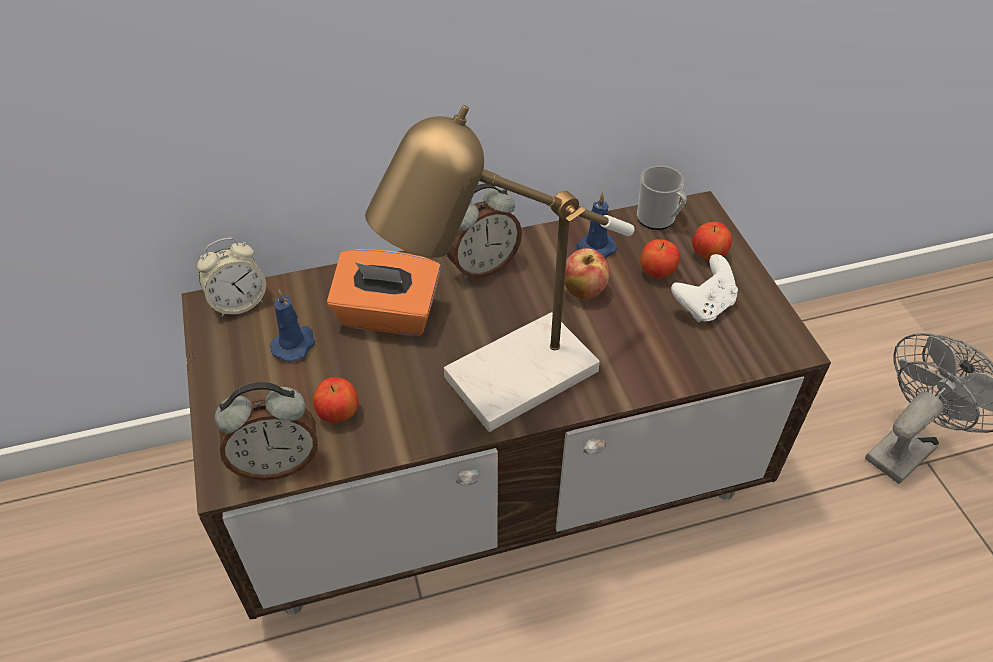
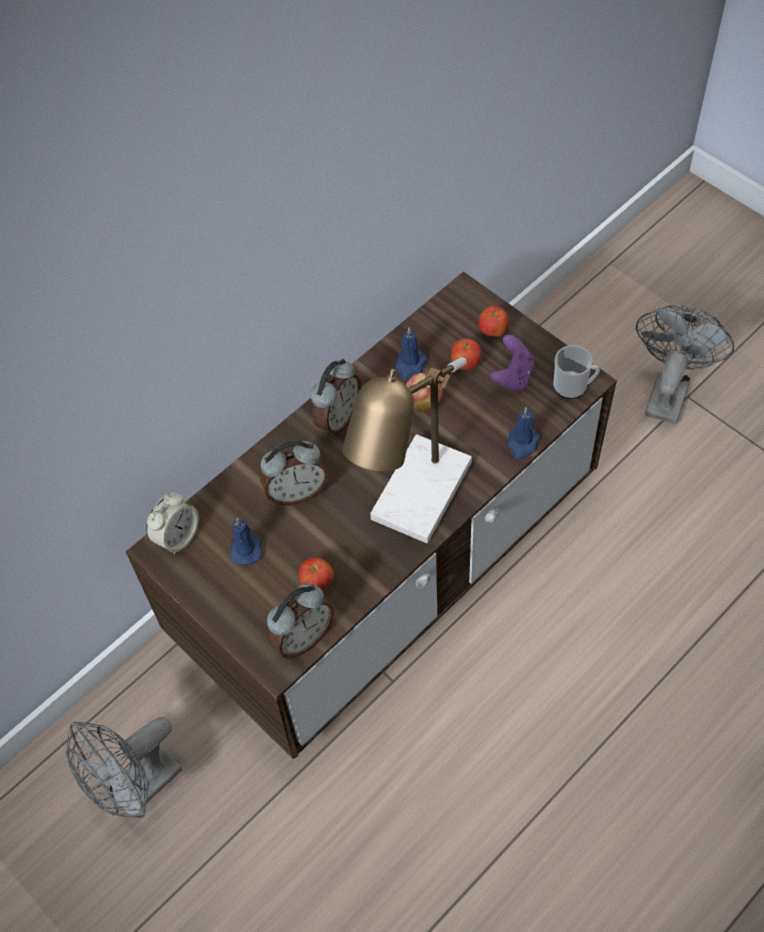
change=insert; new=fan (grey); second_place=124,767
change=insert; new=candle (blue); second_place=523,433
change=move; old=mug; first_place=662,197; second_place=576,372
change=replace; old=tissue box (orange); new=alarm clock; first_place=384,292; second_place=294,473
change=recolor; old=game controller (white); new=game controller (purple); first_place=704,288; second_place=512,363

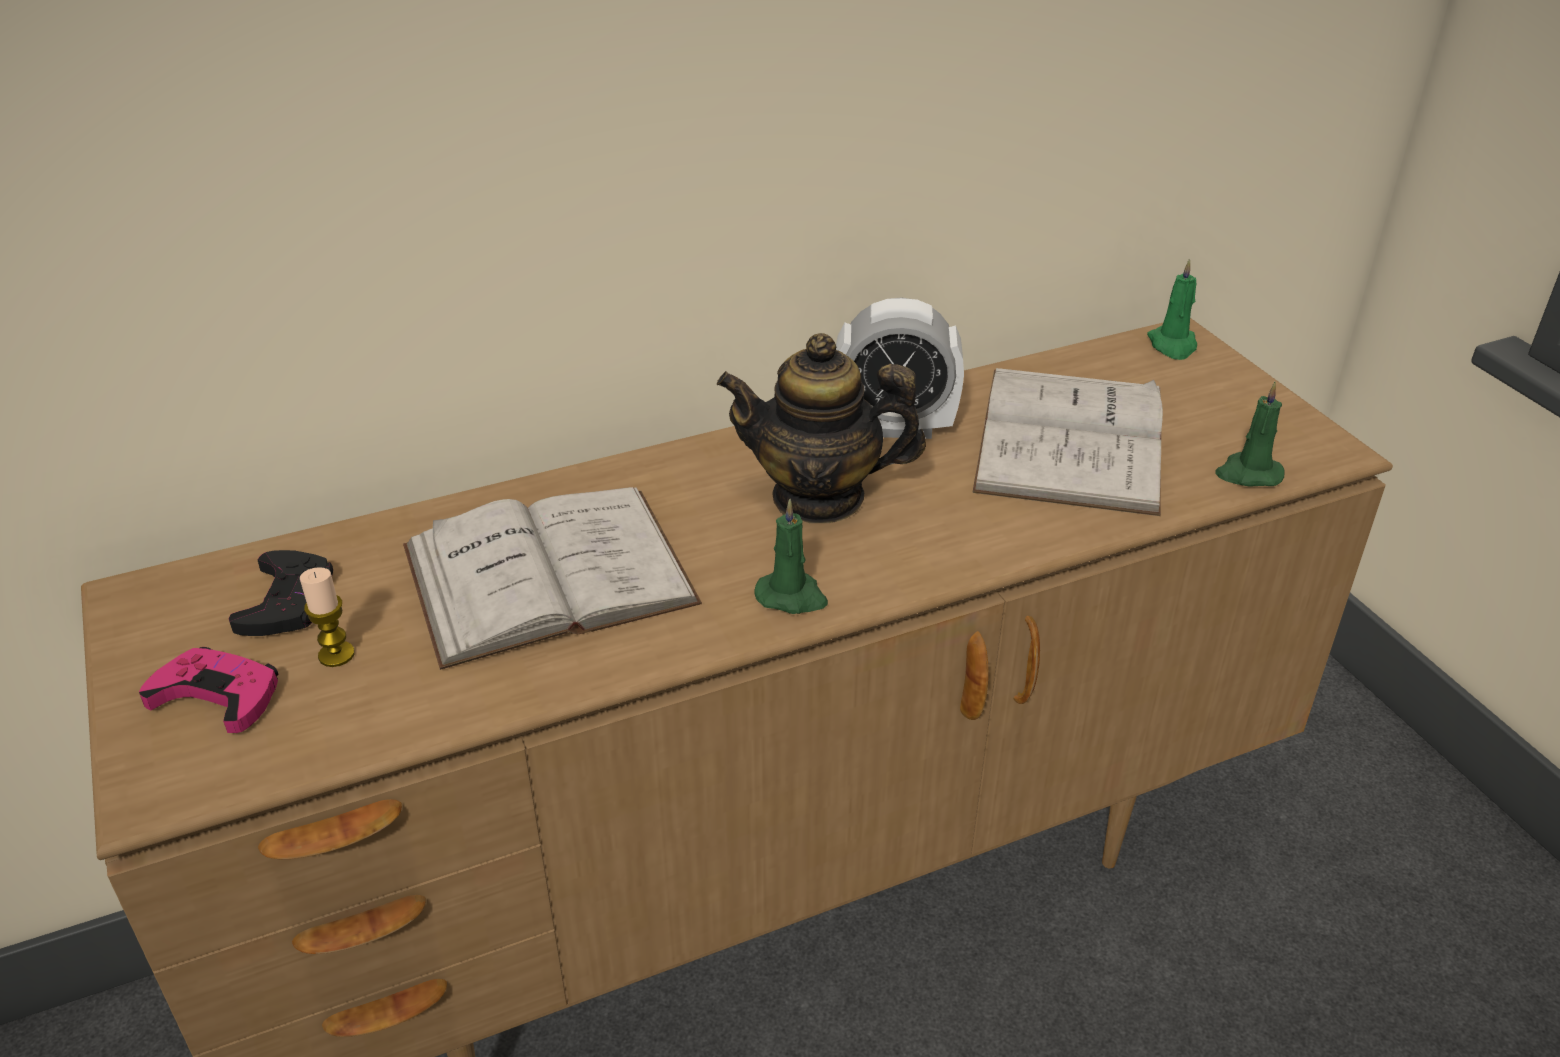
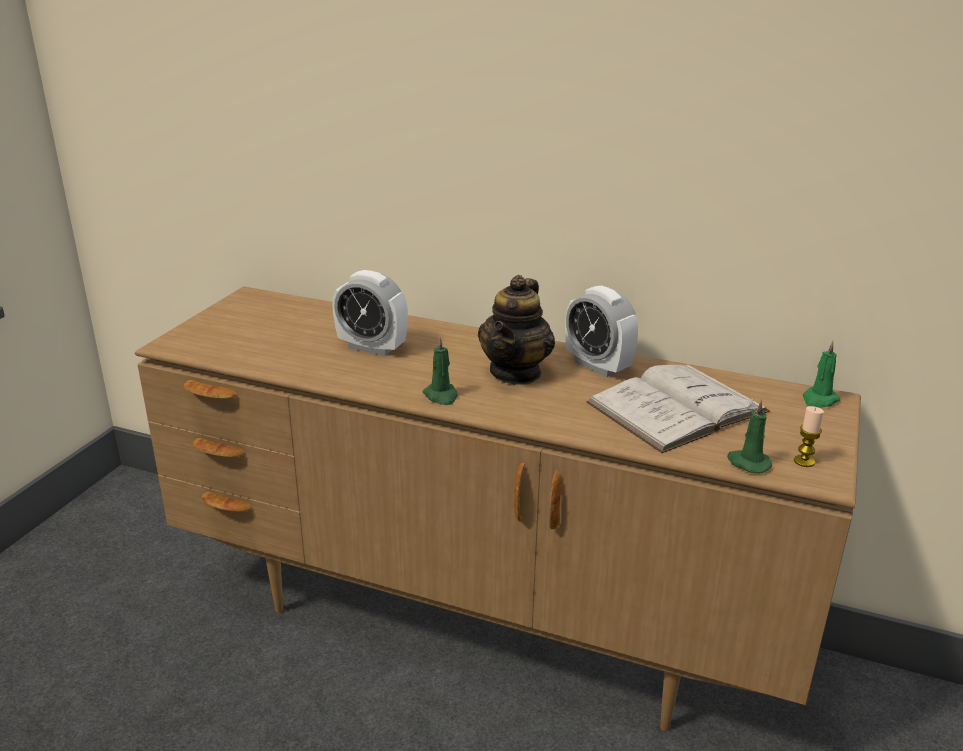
change=delete; old=game controller (pink); first_place=208,690
change=delete; old=game controller (black); first_place=281,593
change=move; old=candle; first_place=327,617; second_place=809,436
change=replace; old=book (white); new=alarm clock; first_place=552,578; second_place=370,313
change=rotate; old=teapot; first_place=821,428; second_place=516,330; degrees=-120

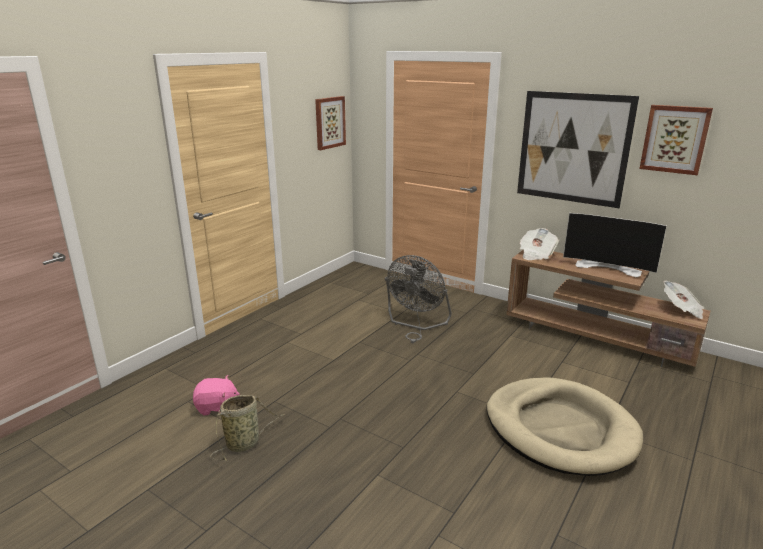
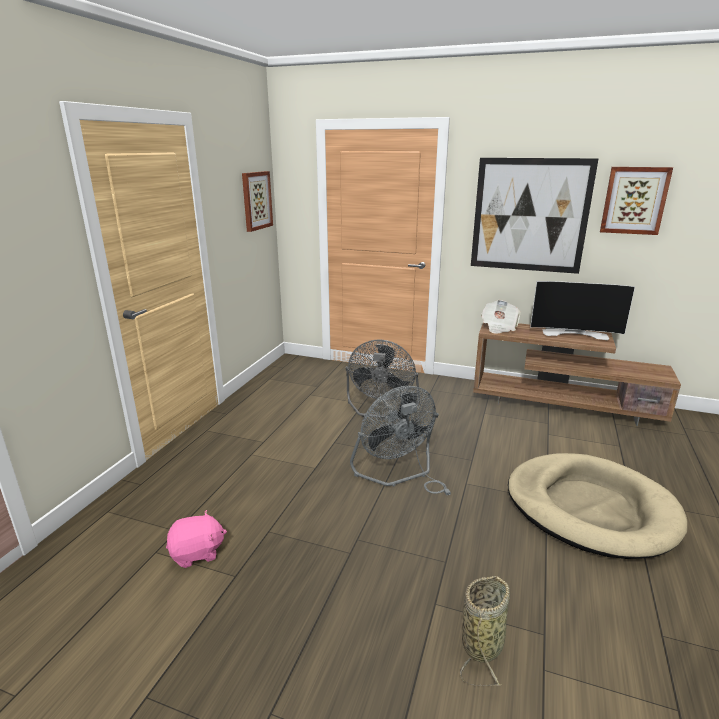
change=delete; old=newspaper; first_place=684,299
change=insert; new=fan (grey); second_place=400,440
change=move; old=basket; first_place=247,428; second_place=485,631

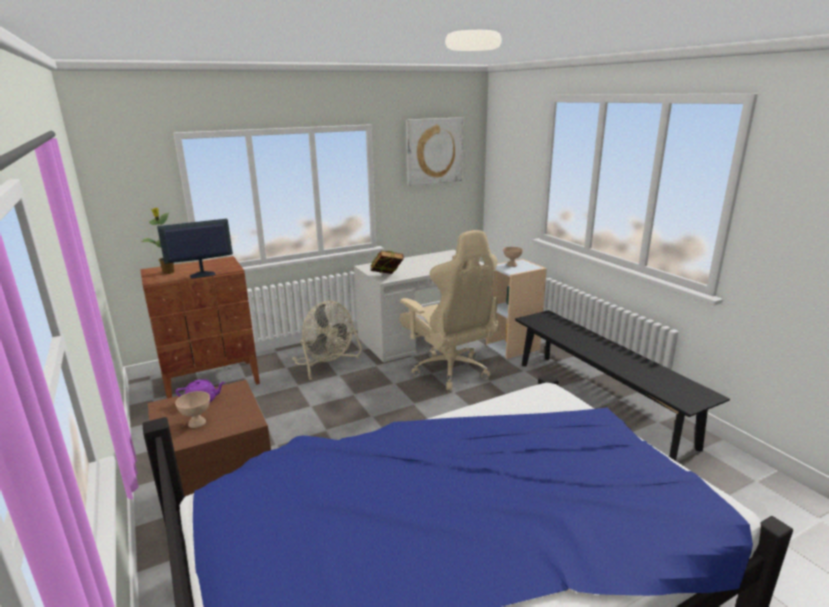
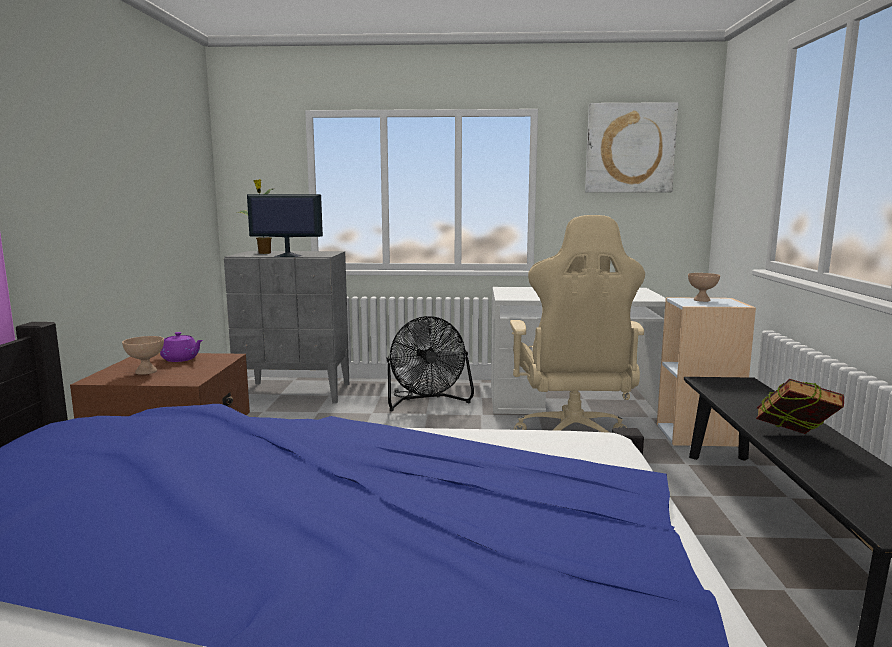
change=move; old=book; first_place=387,262; second_place=800,406
change=recolor; old=dresser (brown); new=dresser (grey); first_place=200,327; second_place=286,327
change=recolor; old=fan (beige); new=fan (black); first_place=327,340; second_place=430,363

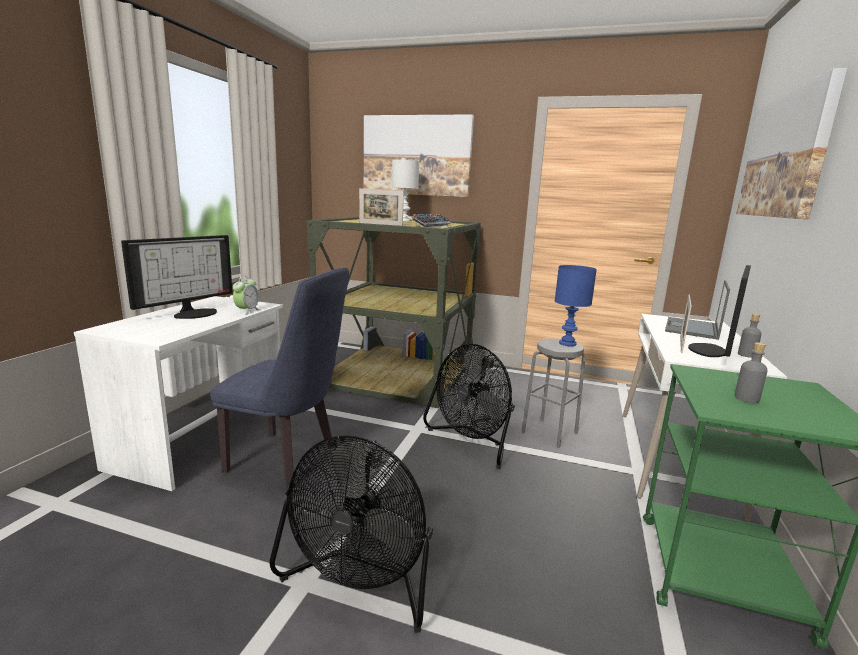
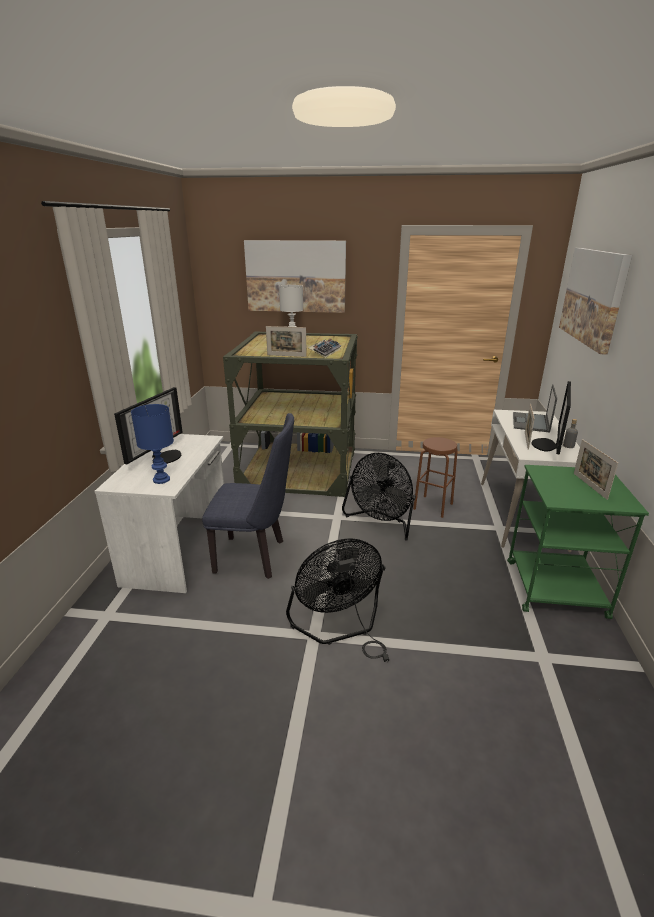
change=delete; old=alarm clock; first_place=246,295
change=delete; old=bottle (grey); first_place=751,372
change=insert; new=picture frame; second_place=596,469
change=move; old=table lamp (blue); first_place=576,305; second_place=152,444
change=recolor; old=stool (grey); new=stool (brown); first_place=553,393; second_place=435,477
change=rotate; old=fan (black); first_place=351,534; second_place=337,600; degrees=150

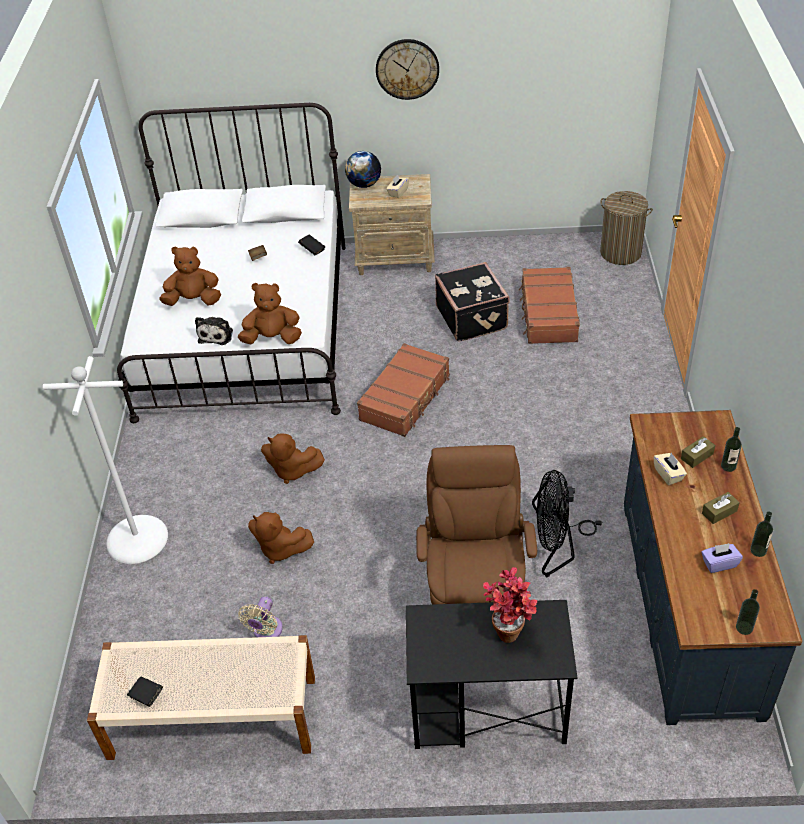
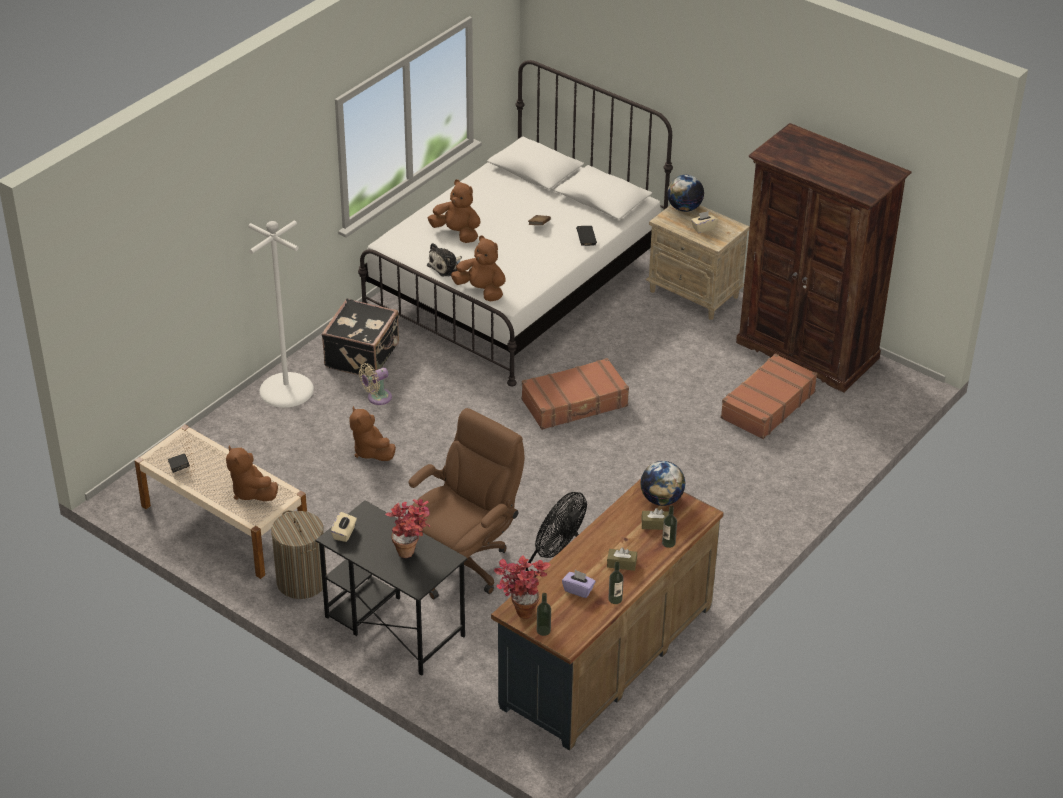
change=delete; old=wall clock; first_place=407,69
change=insert; new=potted plant; second_place=522,587
change=insert; new=globe; second_place=662,483
change=insert; new=wardrobe (brown); second_place=824,258
change=move; old=fan (beige); first_place=260,616; second_place=375,384
change=move; old=plush toy (brown); first_place=293,458; second_place=252,473
change=move; old=suitcase (black); first_place=472,302; second_place=360,337
change=move; old=laundry basket; first_place=626,228; second_place=299,554
change=move; old=tissue box (beige); first_place=670,468; second_place=344,527

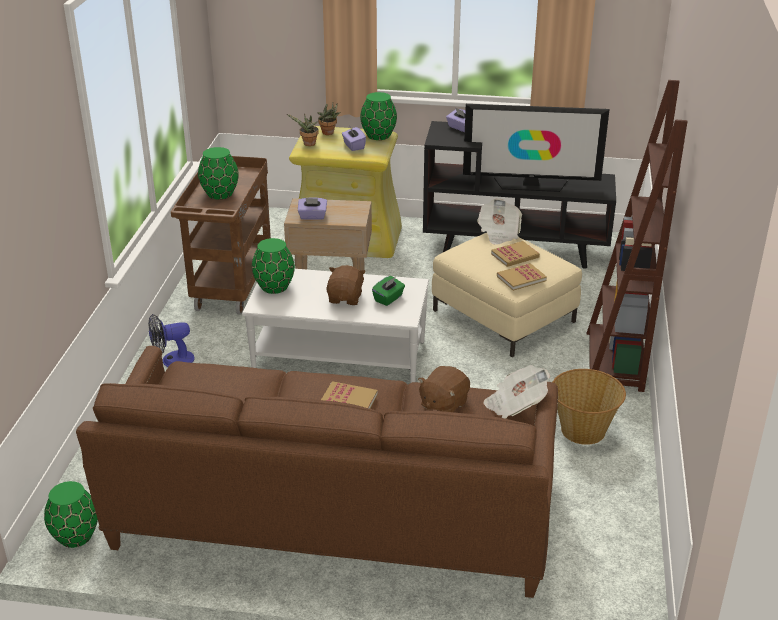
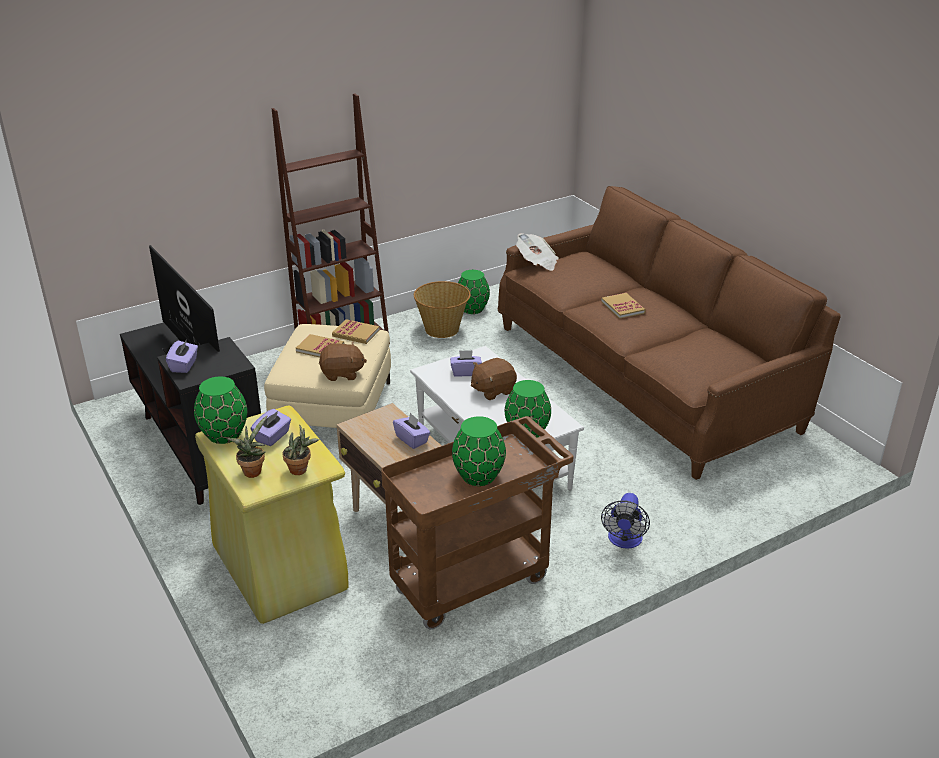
change=delete; old=newspaper; first_place=499,222
change=move; old=vase (green); first_place=71,514; second_place=474,292
change=move; old=plush toy (brown); first_place=444,389; second_place=343,361
change=recolor; old=tissue box (green); new=tissue box (purple); first_place=388,291; second_place=466,363
change=rotate; old=fan; first_place=171,340; second_place=625,521; degrees=75

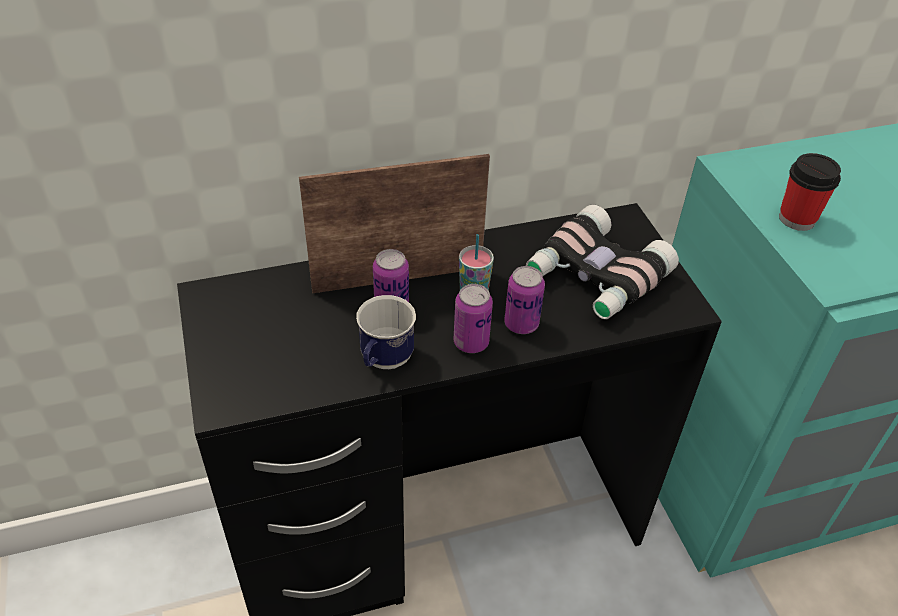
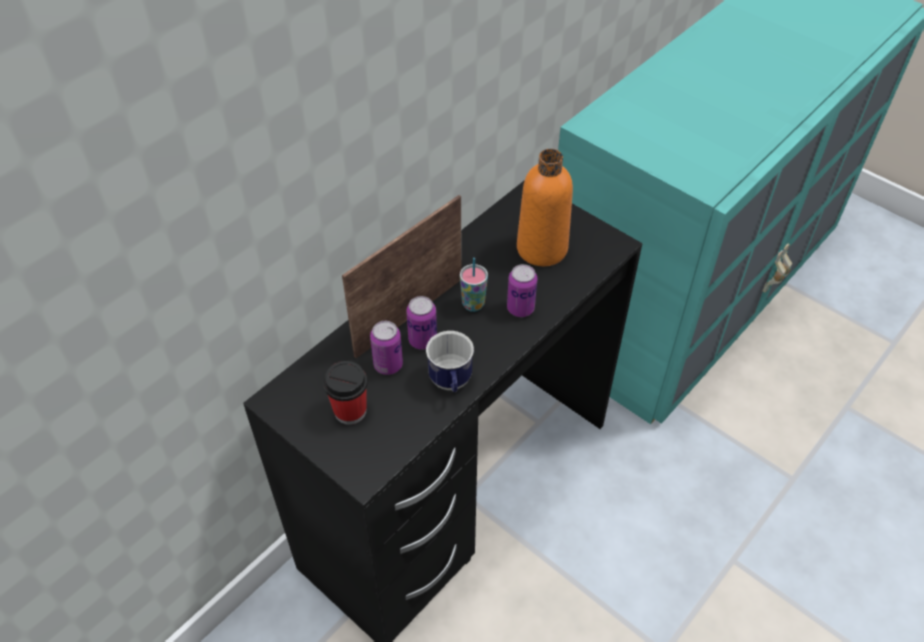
change=move; old=can; first_place=473,318; second_place=386,348
change=move; old=cup; first_place=810,192; second_place=346,393
change=replace; old=binoculars; new=bottle (orange); first_place=602,262; second_place=545,207

